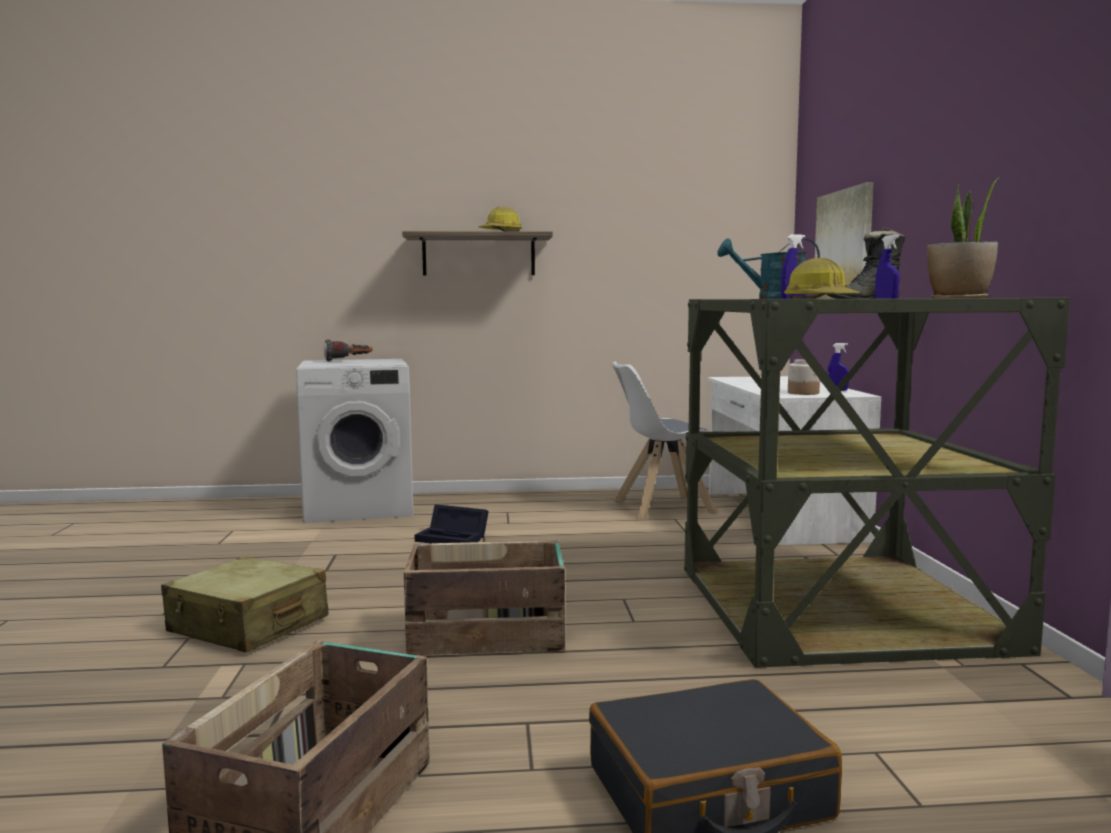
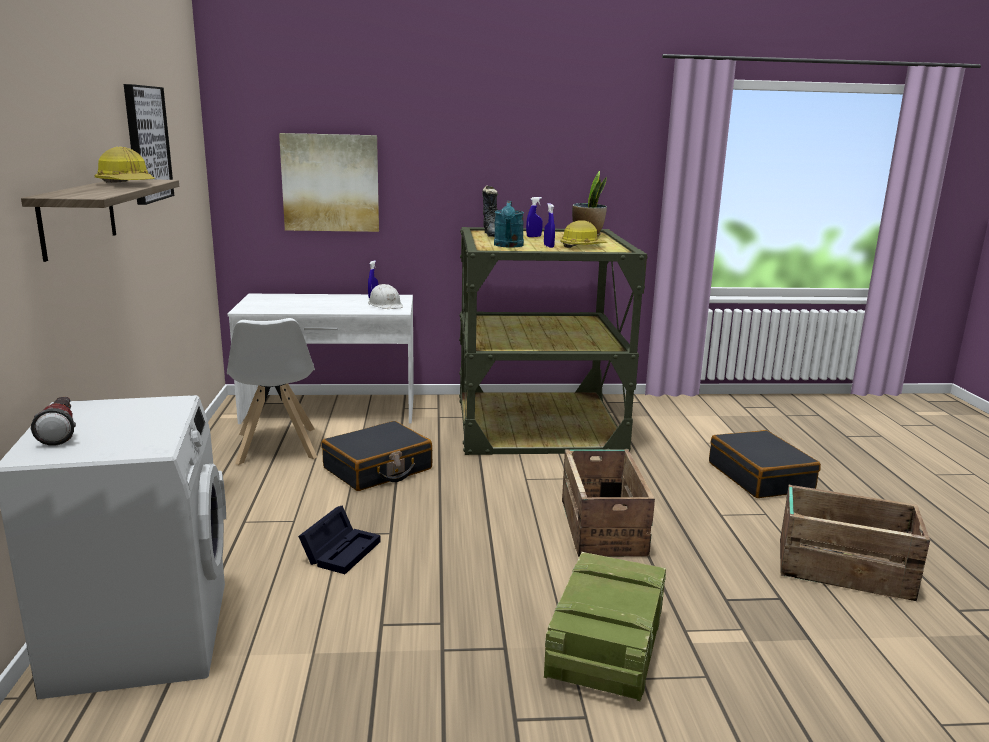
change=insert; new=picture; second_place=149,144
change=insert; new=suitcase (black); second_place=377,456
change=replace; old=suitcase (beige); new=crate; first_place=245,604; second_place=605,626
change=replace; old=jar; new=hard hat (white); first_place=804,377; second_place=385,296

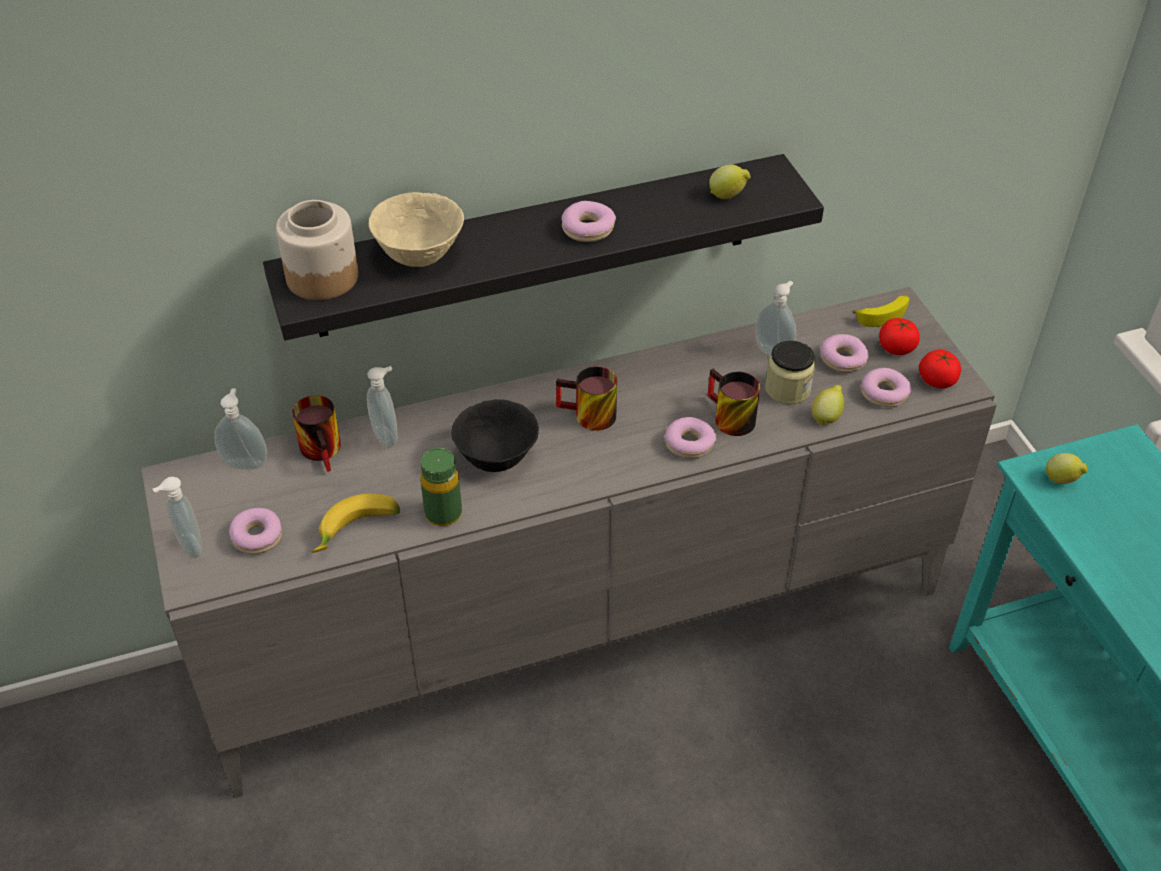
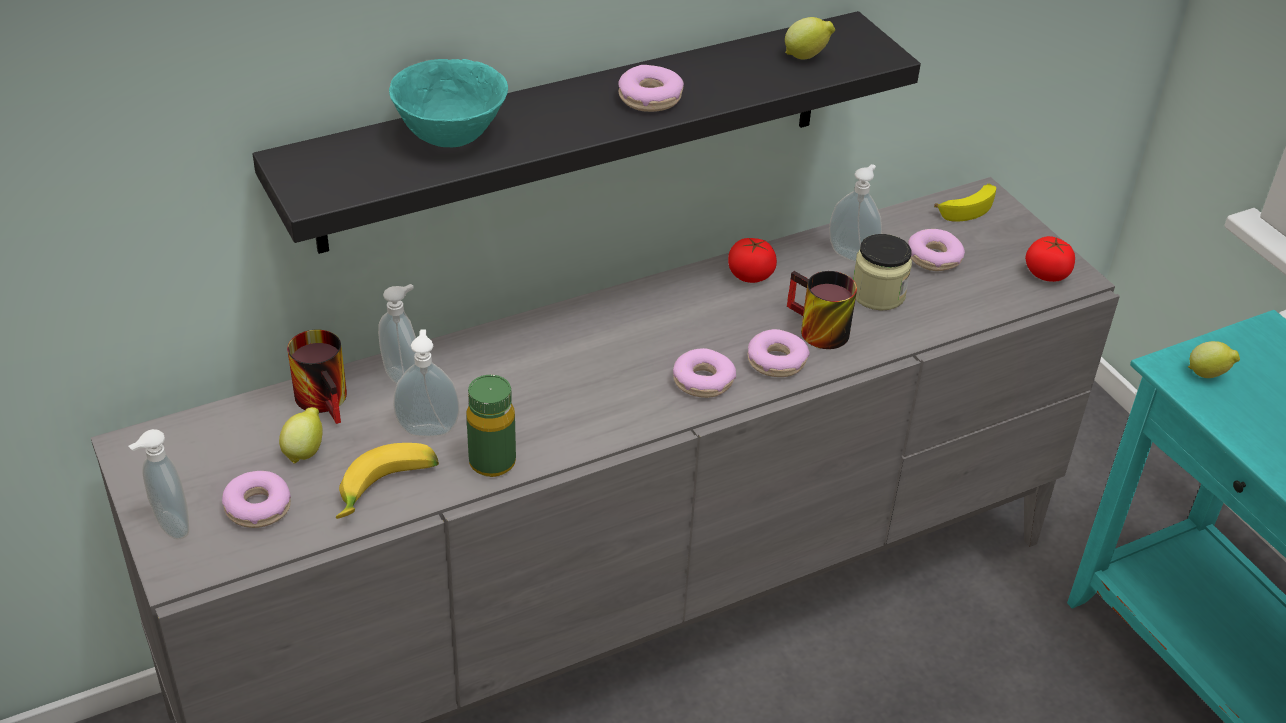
change=delete; old=jar; first_place=317,250
change=delete; old=bowl (black); first_place=495,435
change=delete; old=mug; first_place=586,398
change=move; old=soap dispenser; first_place=240,429; second_place=426,383
change=move; old=lemon; first_place=828,405; second_place=301,435
change=move; old=donut; first_place=886,387; second_place=704,373
change=move; old=tomato; first_place=899,336; second_place=752,260
change=recolor; old=bowl (beige); new=bowl (turquoise); first_place=416,229; second_place=448,103

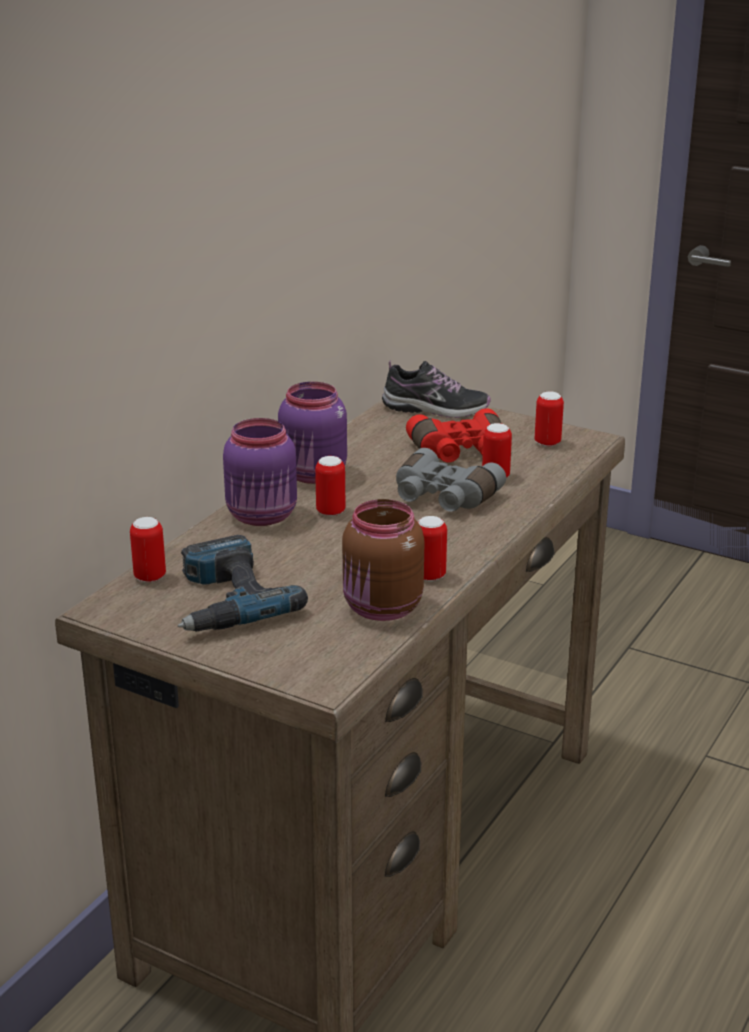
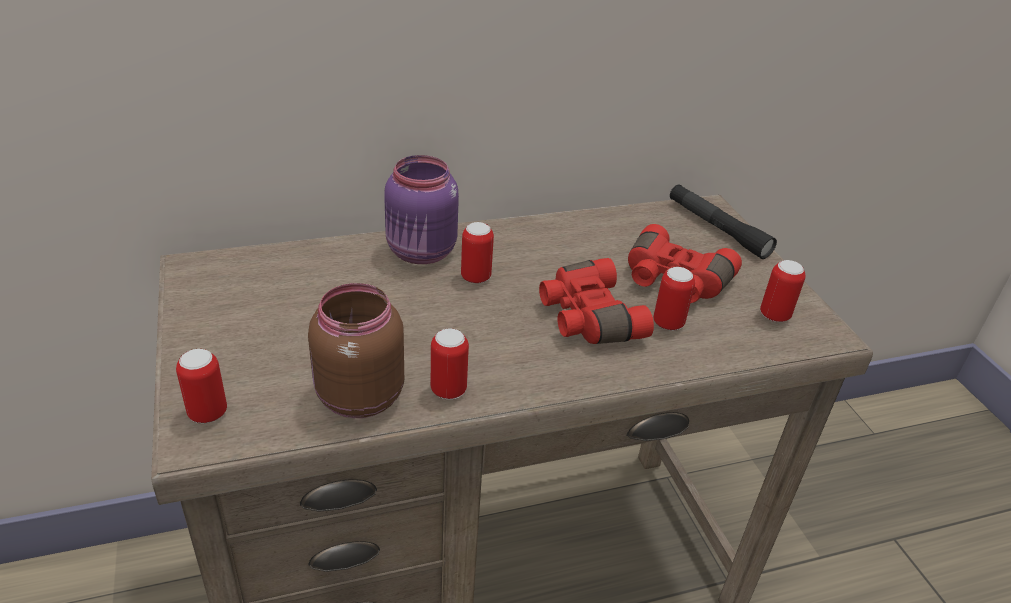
change=delete; old=power drill; first_place=243,583
change=delete; old=jar (purple); first_place=312,433
change=move; old=can; first_place=148,550; second_place=201,386
change=replace; old=shoe; new=flashlight (black); first_place=436,389; second_place=723,221
change=recolor; old=binoculars (grey); new=binoculars (red); first_place=451,480; second_place=596,301

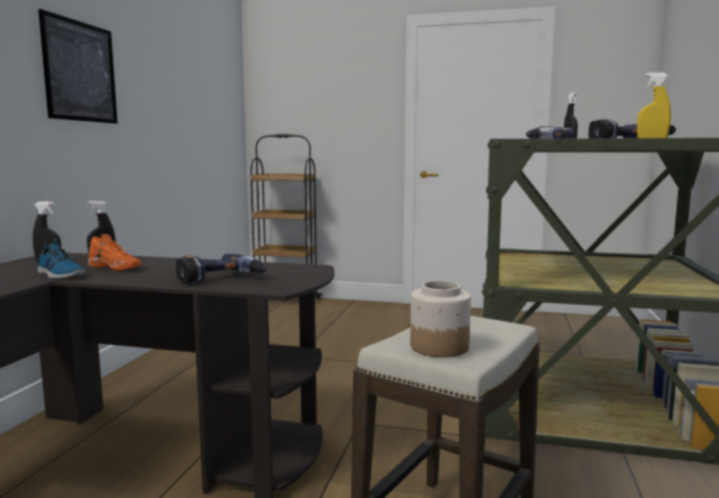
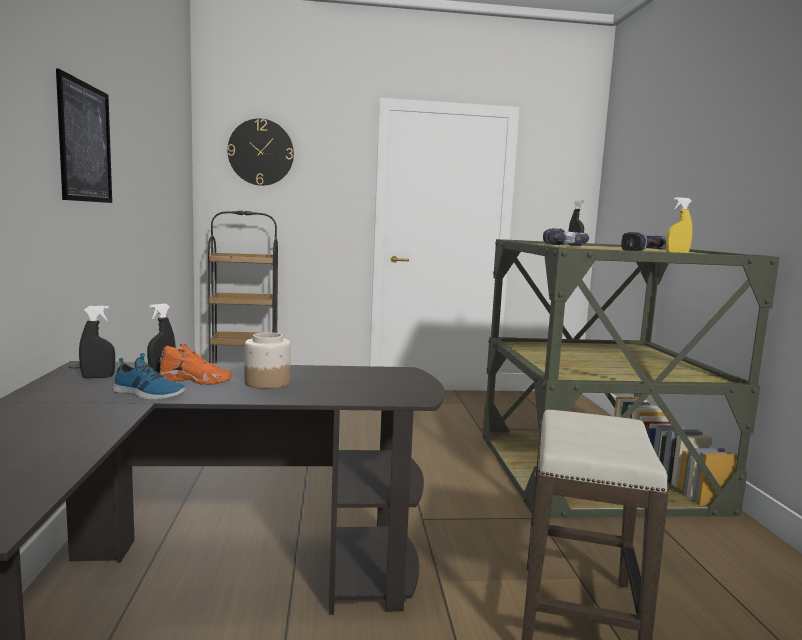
change=delete; old=power drill; first_place=221,268
change=insert; new=wall clock; second_place=261,152
change=move; old=jar; first_place=440,319; second_place=268,360

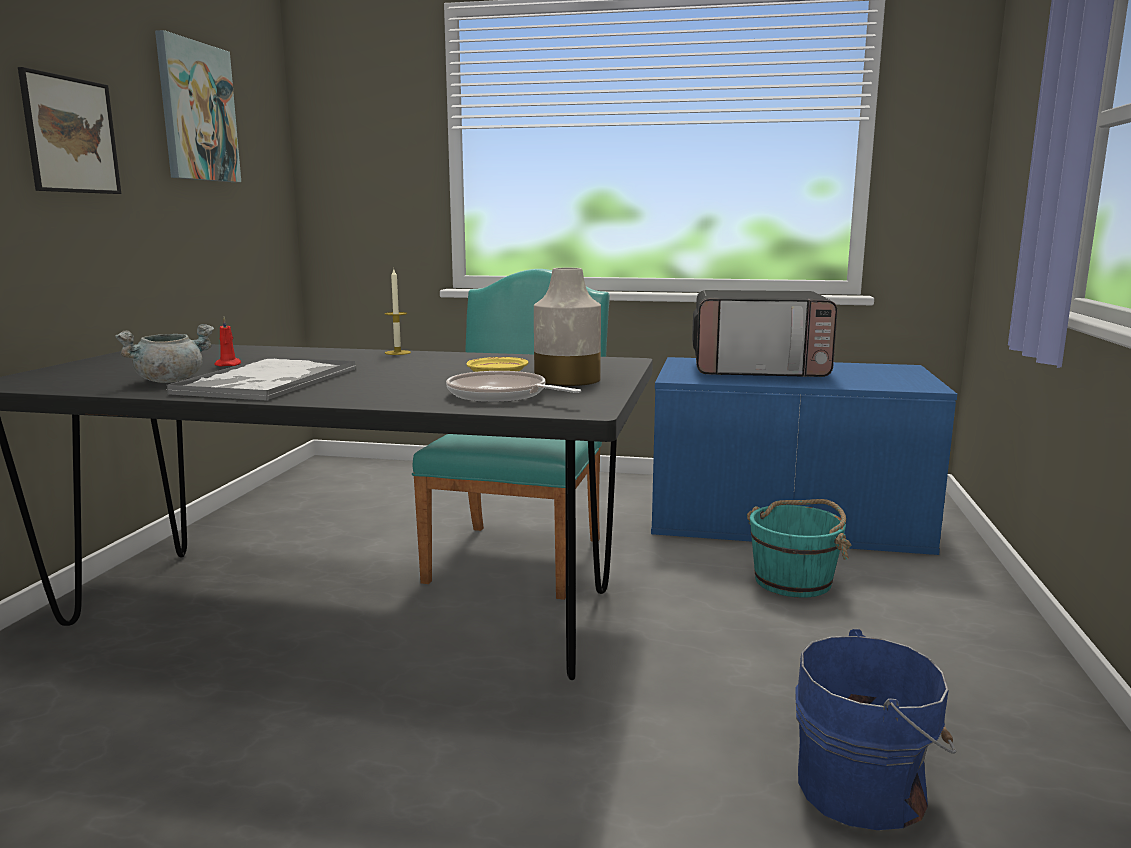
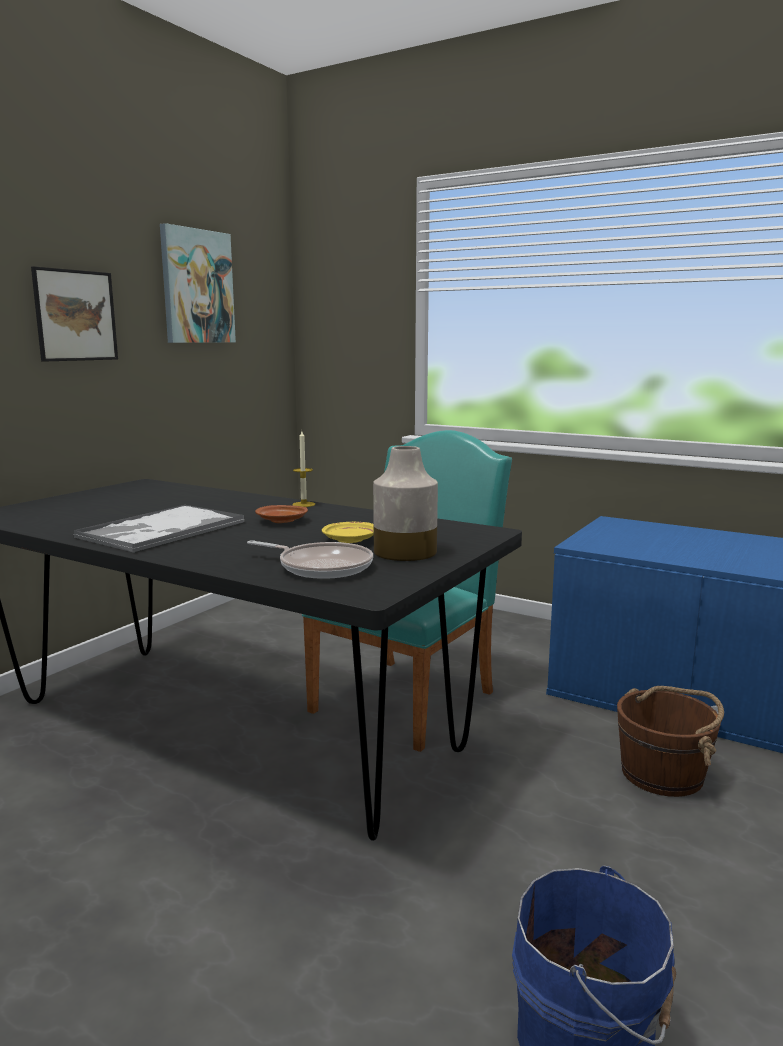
change=delete; old=cooking pot (grey); first_place=164,353
change=delete; old=candle (red); first_place=228,341
change=delete; old=microwave; first_place=765,333
change=insert; new=plate (brown); second_place=281,514
change=recolor; old=bucket (turquoise); new=bucket (brown); first_place=799,548; second_place=670,741
change=rotate; old=frying pan; first_place=513,386; second_place=310,559; degrees=150

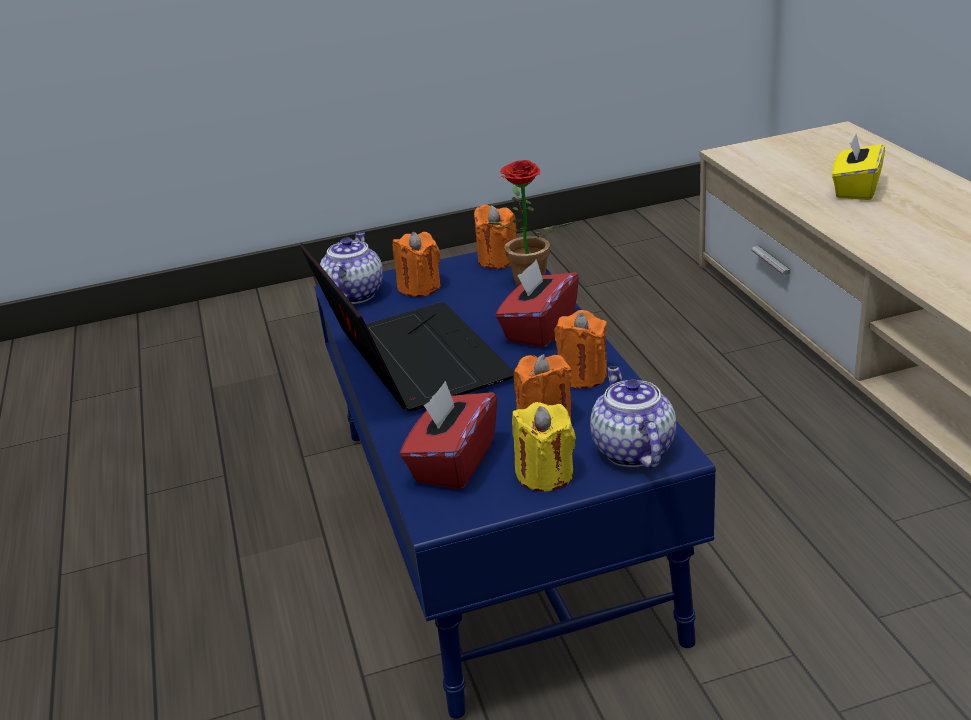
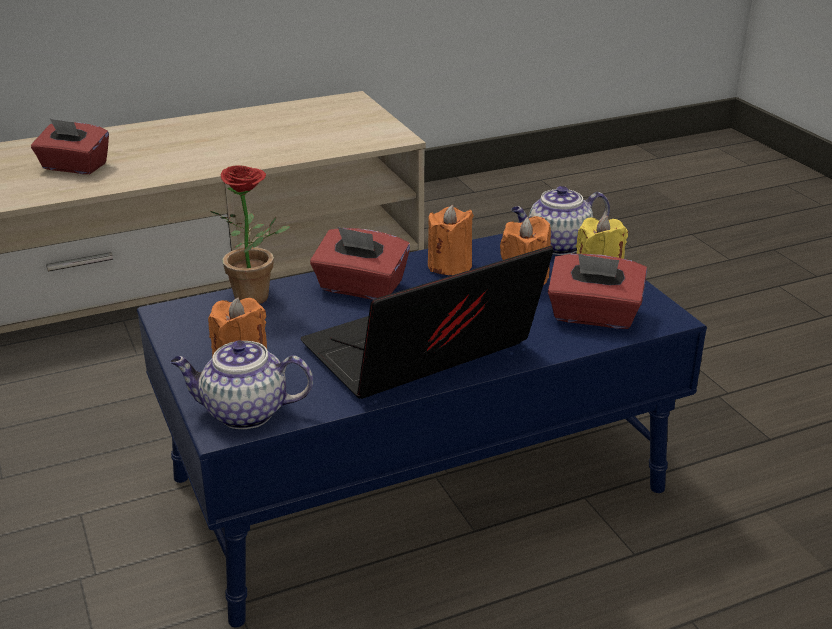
change=delete; old=candle (orange); first_place=495,236
change=recolor; old=tissue box (yellow); new=tissue box (red); first_place=858,167; second_place=70,146

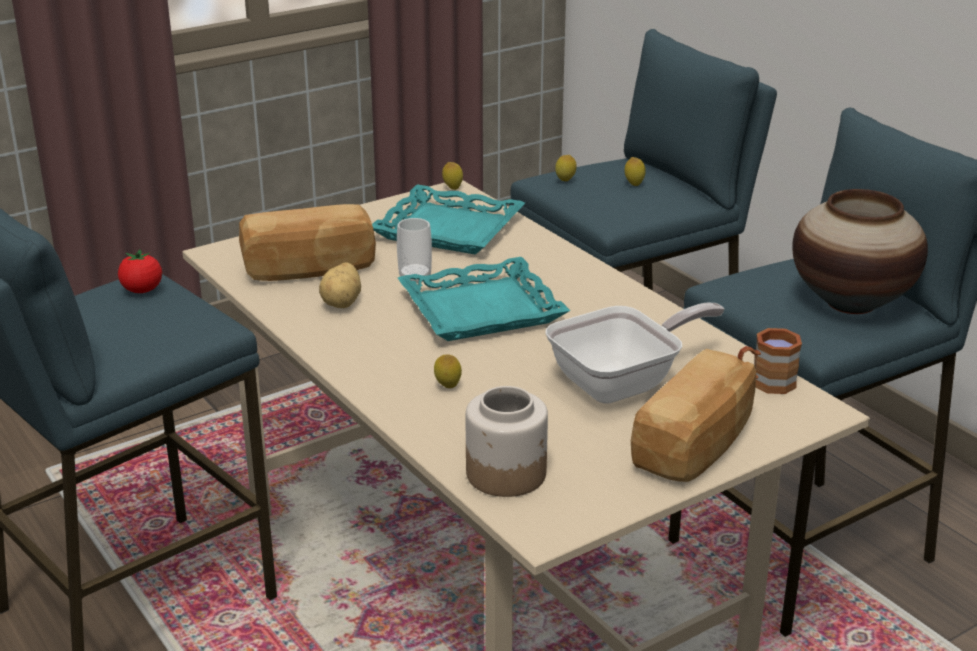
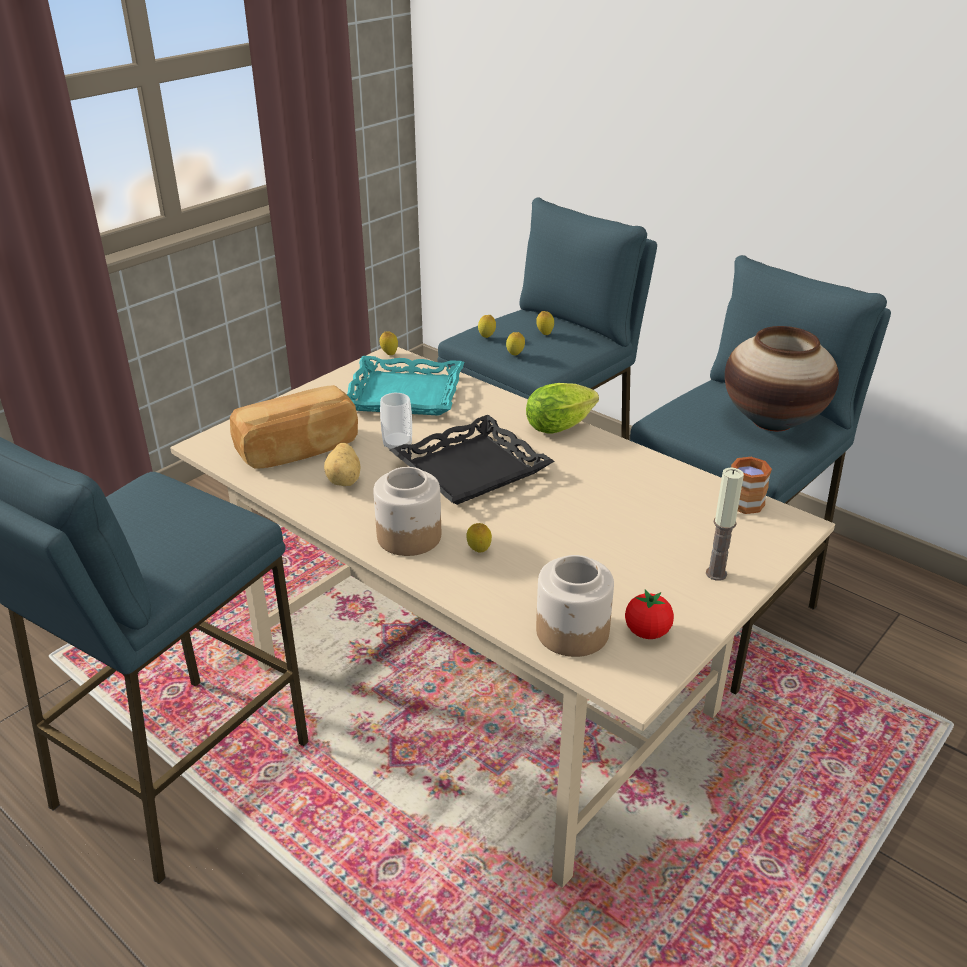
change=delete; old=frying pan; first_place=635,353
change=insert; new=jar; second_place=407,511
change=insert; new=lemon; second_place=515,343
change=insert; new=lettuce; second_place=562,408
change=move; old=tomato; first_place=140,271; second_place=649,614
change=replace; old=bread; new=candle; first_place=693,415; second_place=725,524
change=recolor; old=tray (turquoise); new=tray (black); first_place=484,299; second_place=472,460

